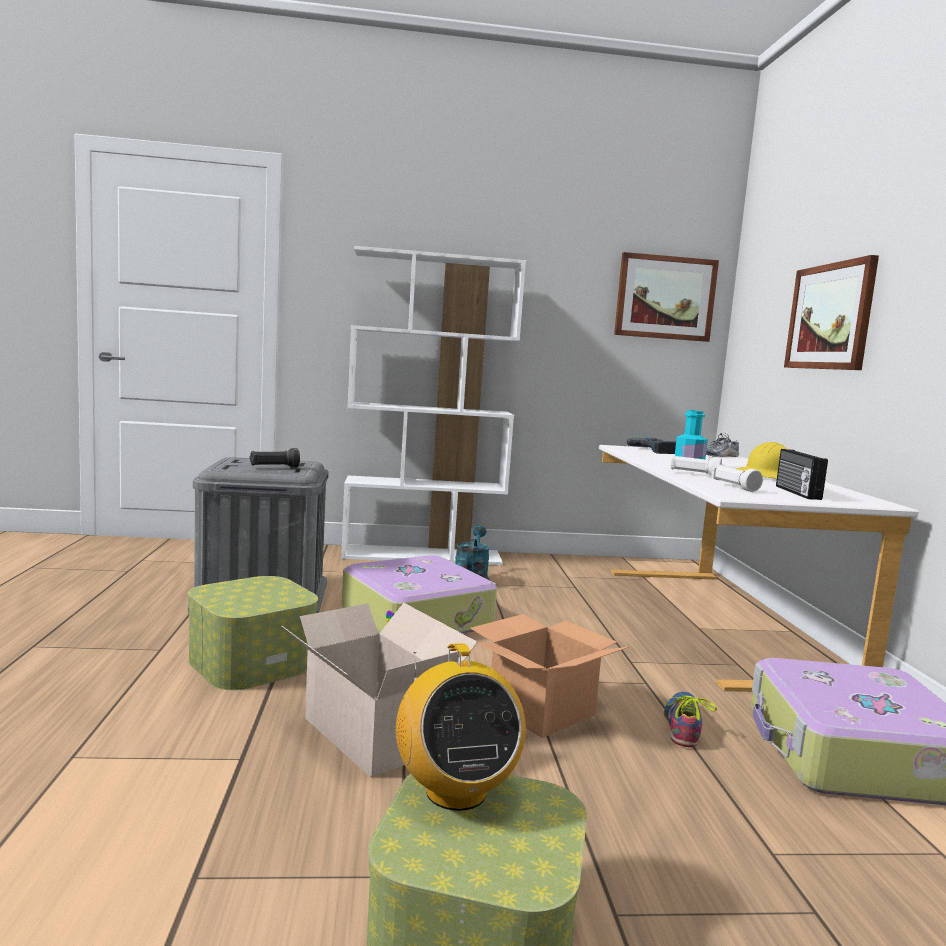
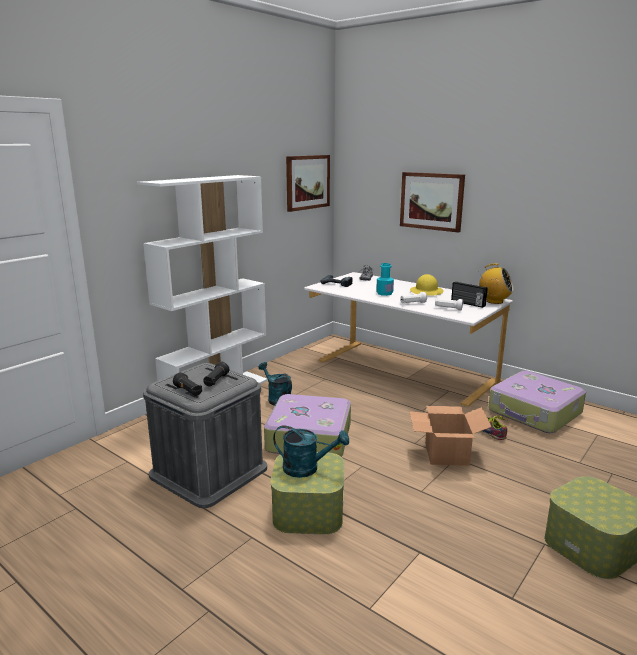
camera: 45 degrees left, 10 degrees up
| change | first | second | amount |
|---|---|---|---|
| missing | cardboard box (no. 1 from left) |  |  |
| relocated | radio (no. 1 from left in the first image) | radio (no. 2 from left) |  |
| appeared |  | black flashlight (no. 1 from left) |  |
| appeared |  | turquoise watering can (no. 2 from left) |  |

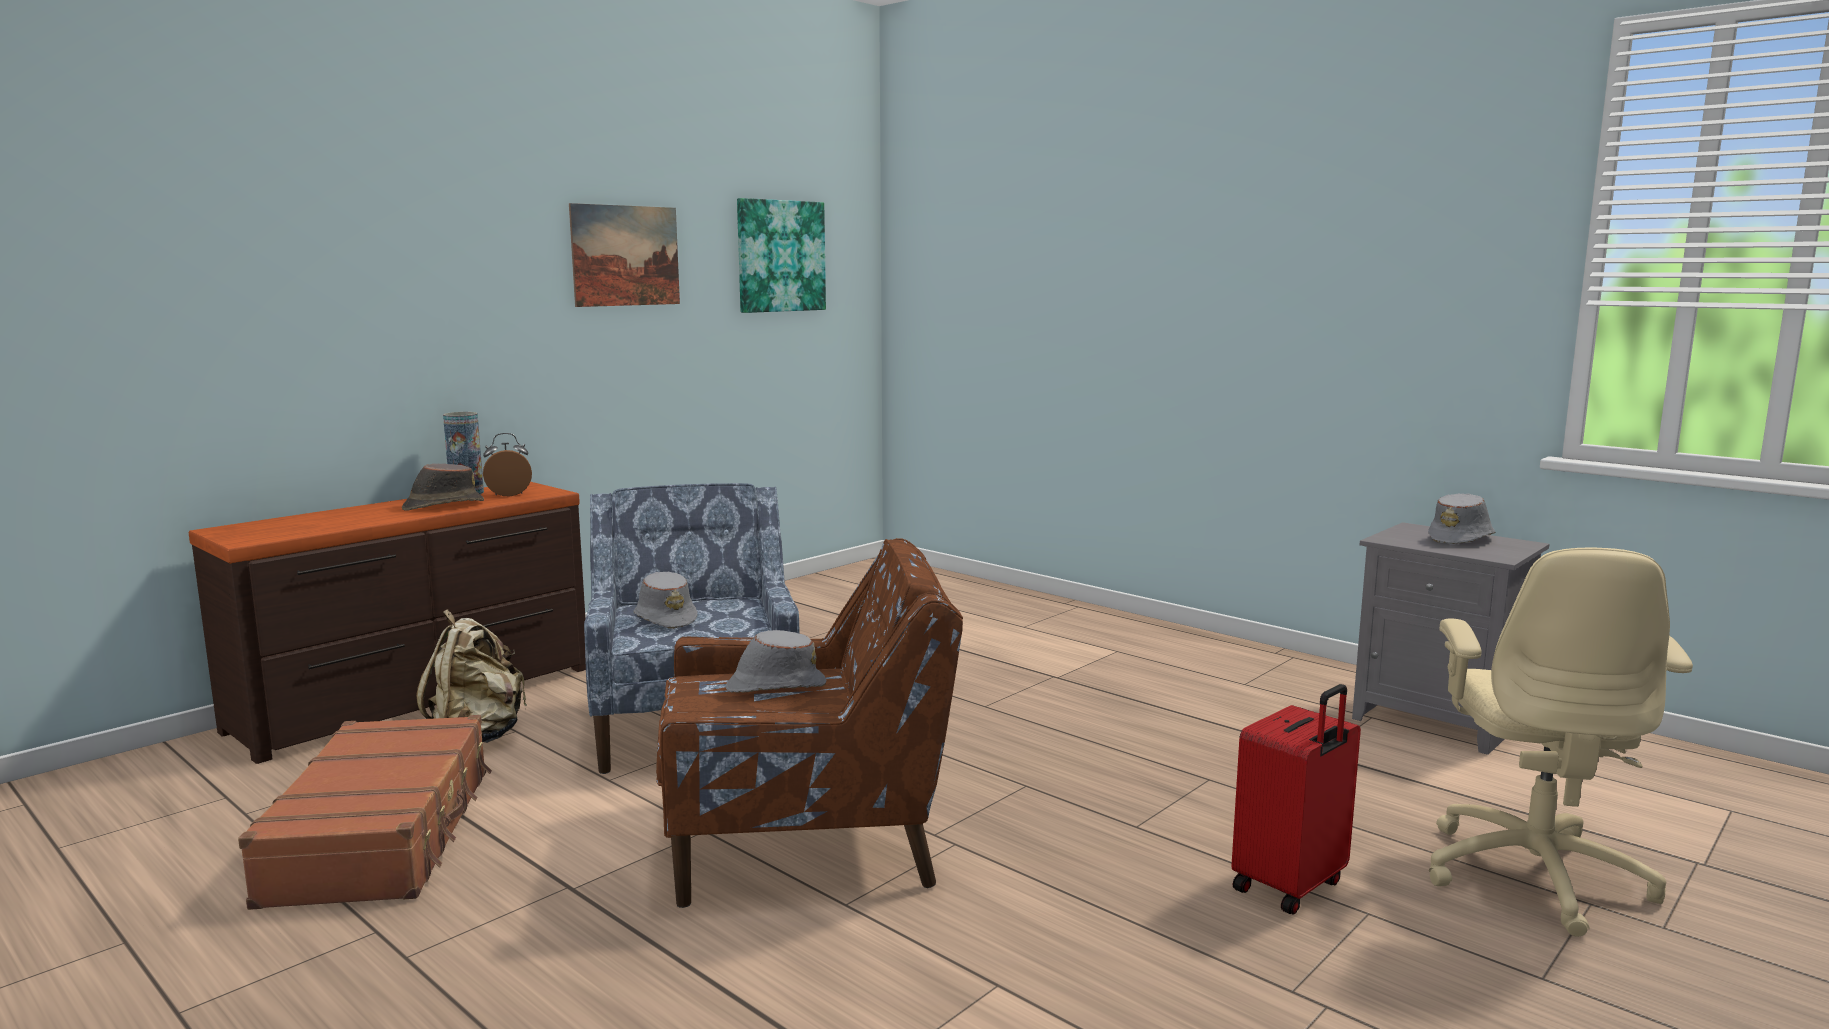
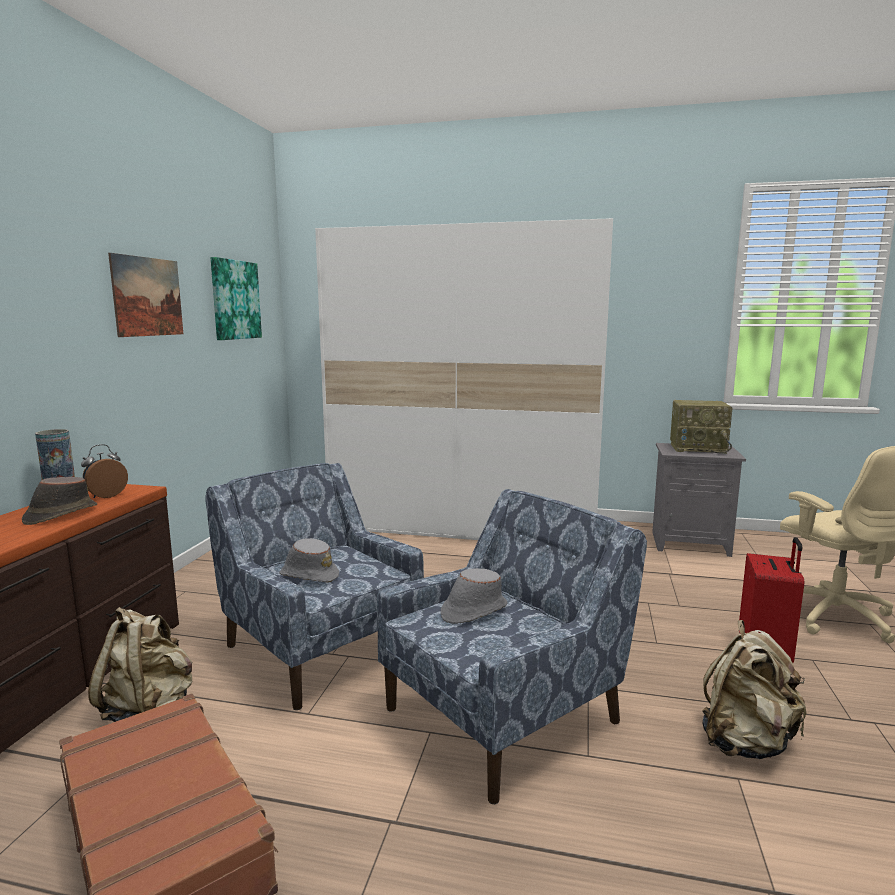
camera: 30 degrees left, 0 degrees up
| change | first | second | amount |
|---|---|---|---|
| exchanged | grey hat (no. 3 from left) | radio |  |
| colour | brown armchair | blue armchair (no. 2 from left) |  |
| appeared |  | white wardrobe |  |
| appeared |  | beige backpack (no. 2 from left) |  |

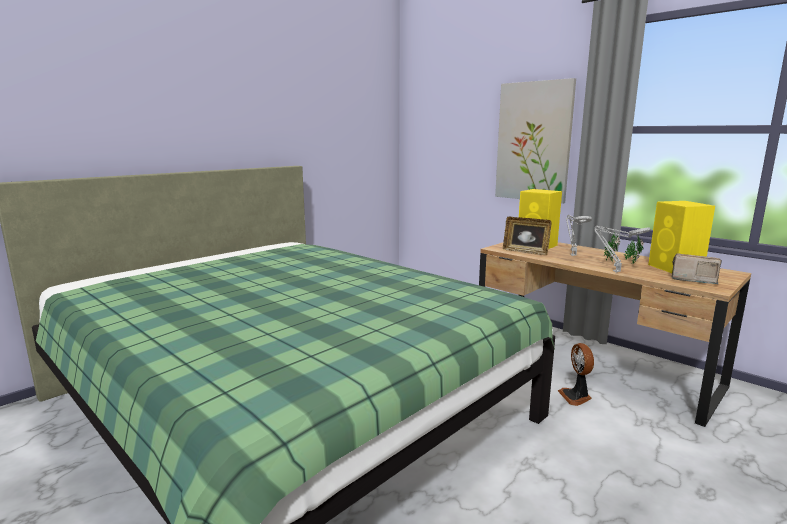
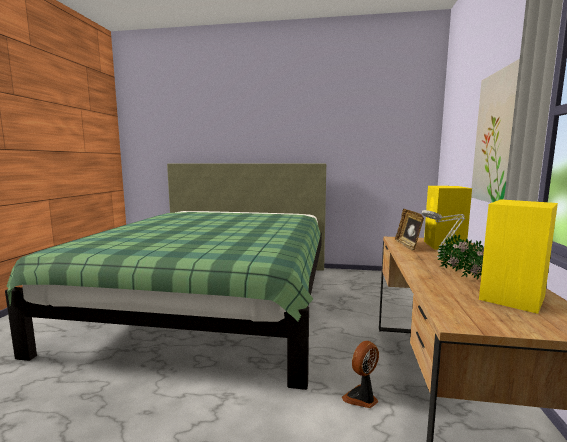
camera: 55 degrees right, 5 degrees down
| change | first | second | amount |
|---|---|---|---|
| missing | grey table lamp (no. 2 from left) |  |  |
| missing | radio |  |  |

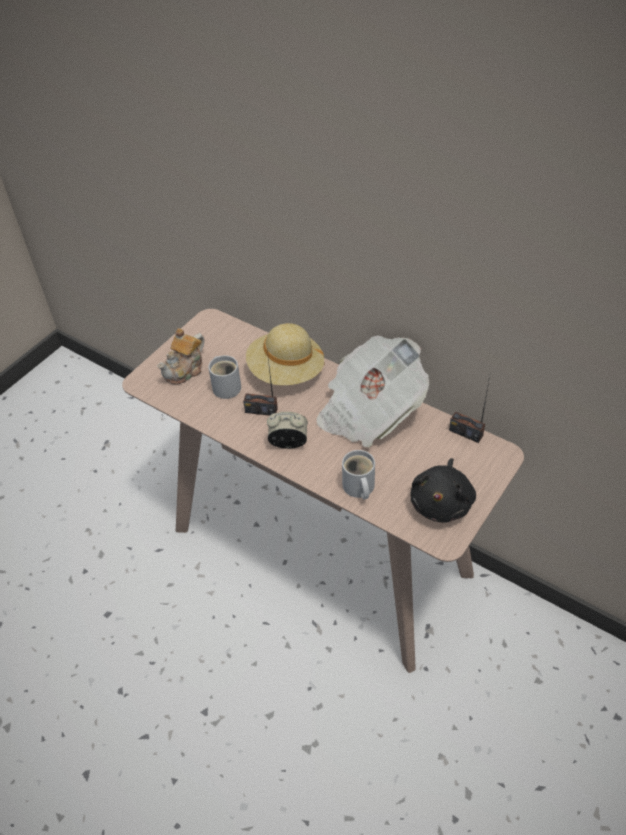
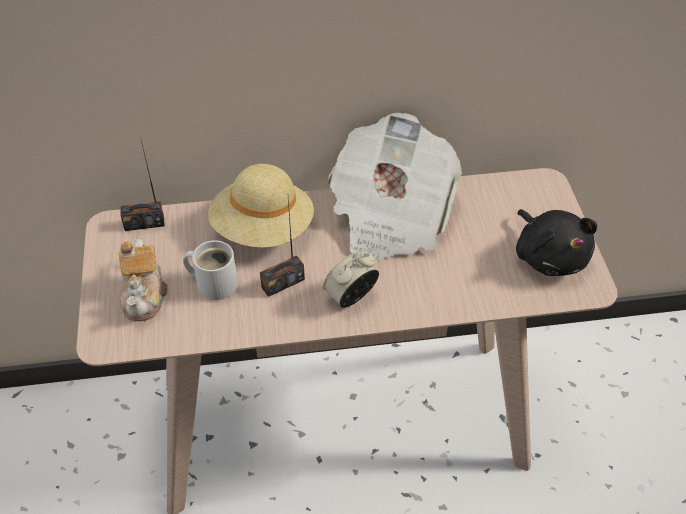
camera: 45 degrees left, 0 degrees up
| change | first | second | amount |
|---|---|---|---|
| relocated | radio (no. 2 from left in the first image) | radio (no. 1 from left) |  |
| missing | white mug (no. 2 from left) |  |  |

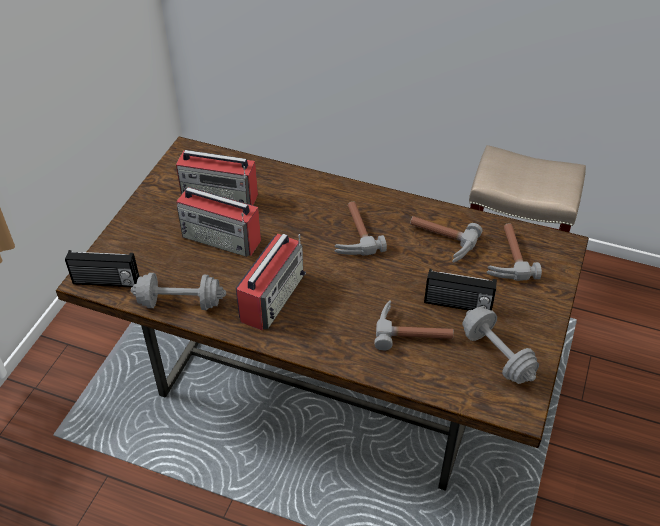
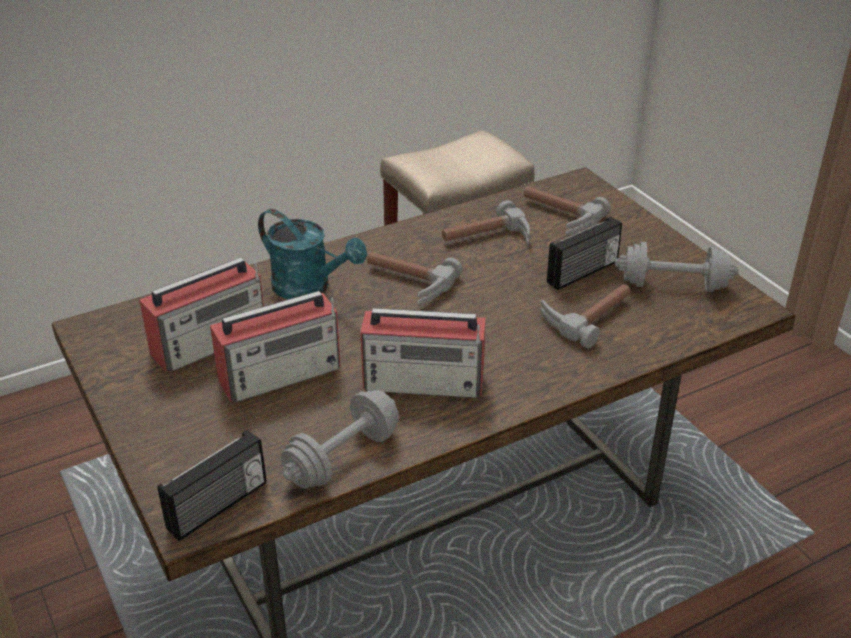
camera: 50 degrees left, 10 degrees down
| change | first | second | amount |
|---|---|---|---|
| spun | radio (no. 4 from left) |  | 120 degrees clockwise |
| appeared |  | turquoise watering can |  |

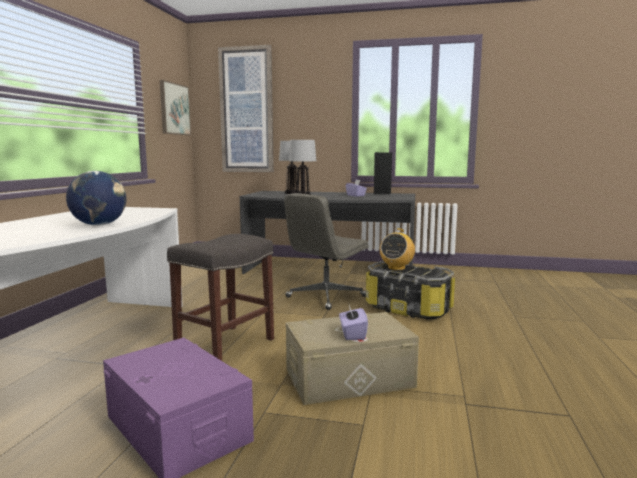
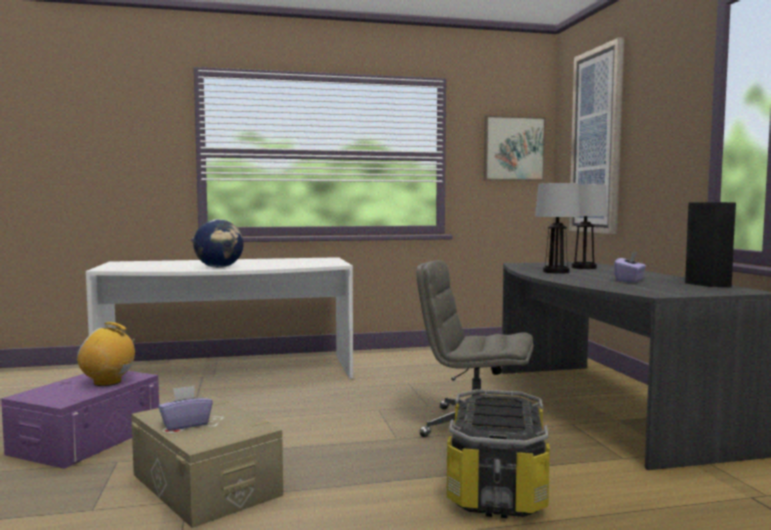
camera: 65 degrees right, 5 degrees down
| change | first | second | amount |
|---|---|---|---|
| relocated | radio |  |  |
| missing | grey stool |  |  |

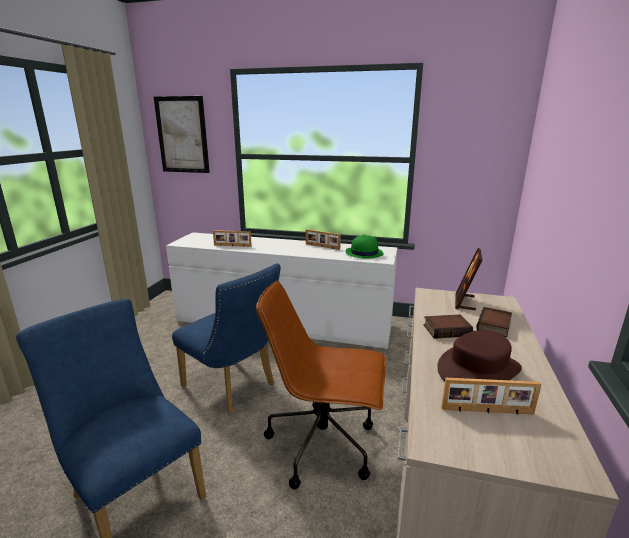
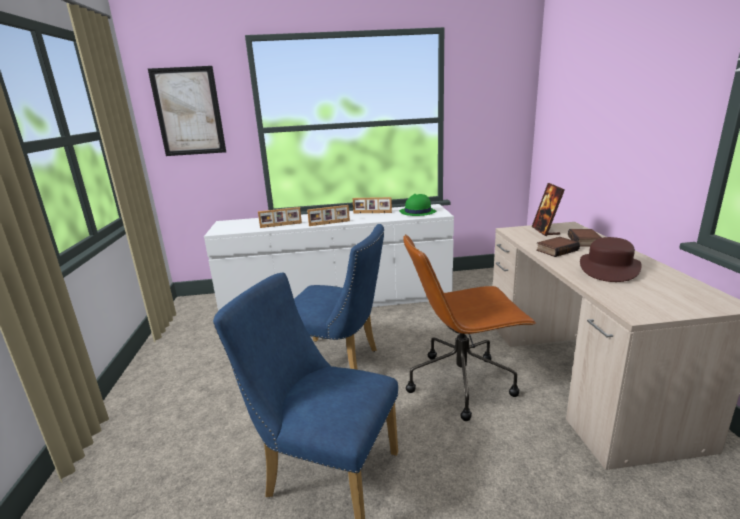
camera: 20 degrees left, 0 degrees up
| change | first | second | amount |
|---|---|---|---|
| relocated | picture frame (no. 4 from left in the first image) | picture frame (no. 2 from left) |  |

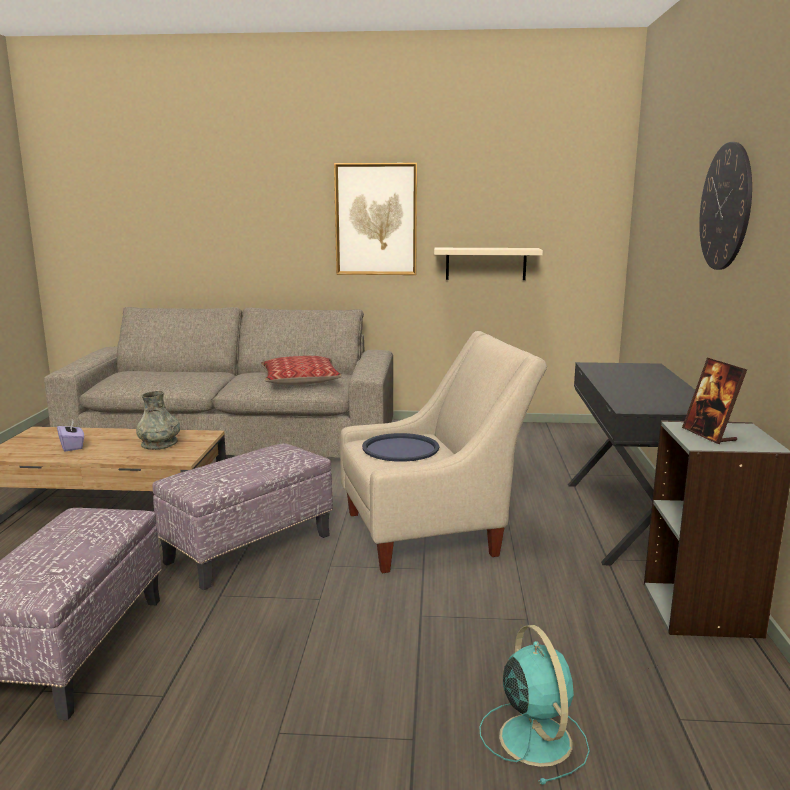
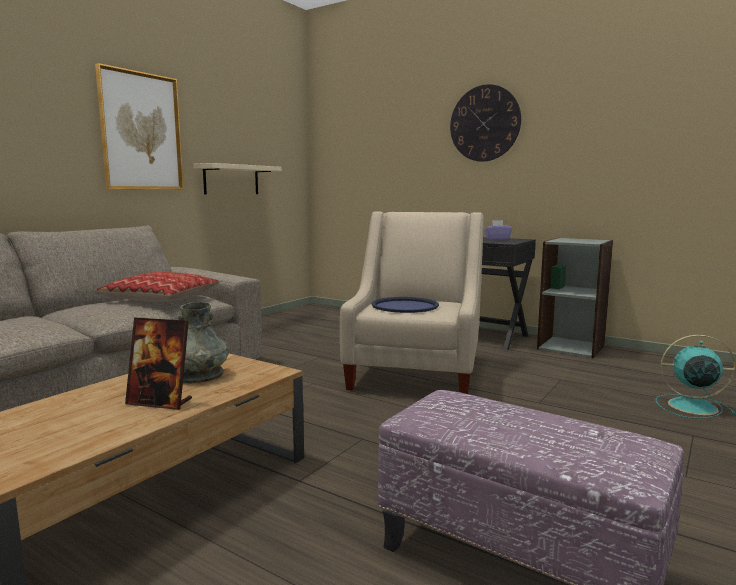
camera: 60 degrees left, 5 degrees down
| change | first | second | amount |
|---|---|---|---|
| relocated | picture frame |  |  |
| relocated | purple tissue box |  |  |
| missing | ottoman (no. 2 from left) |  |  |

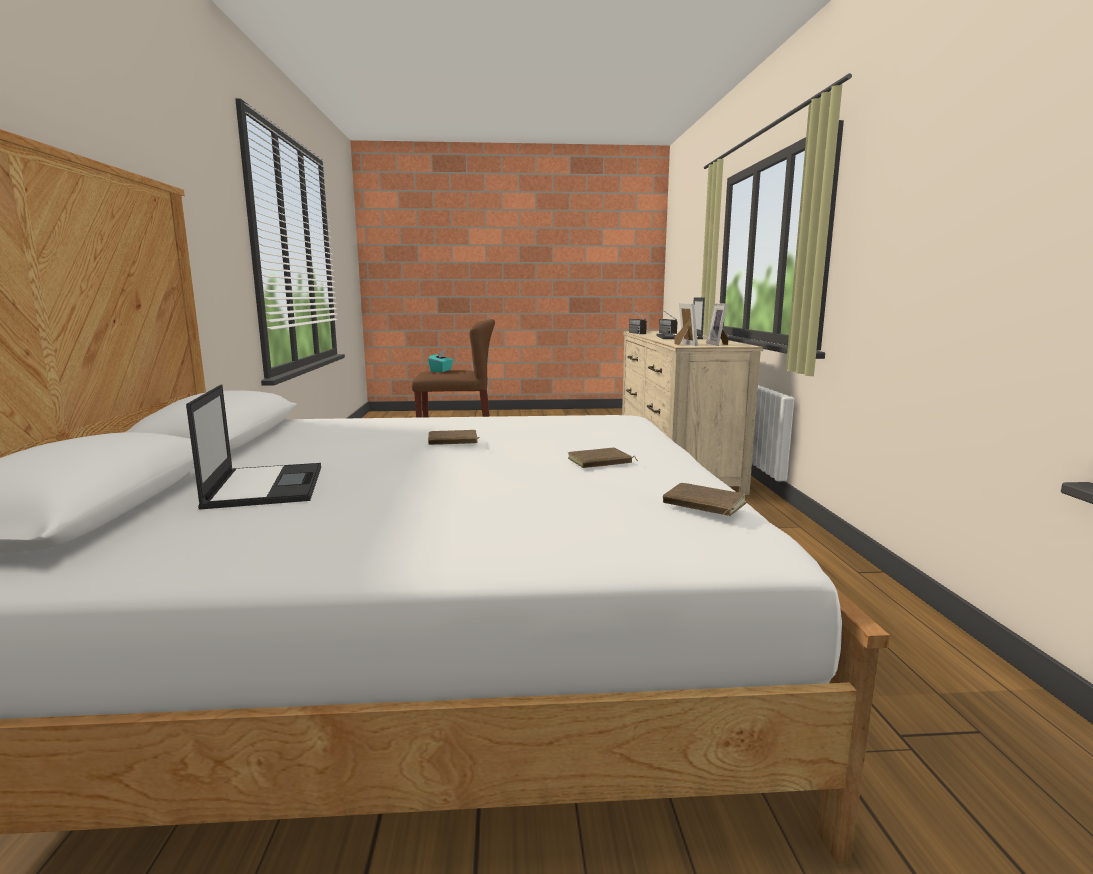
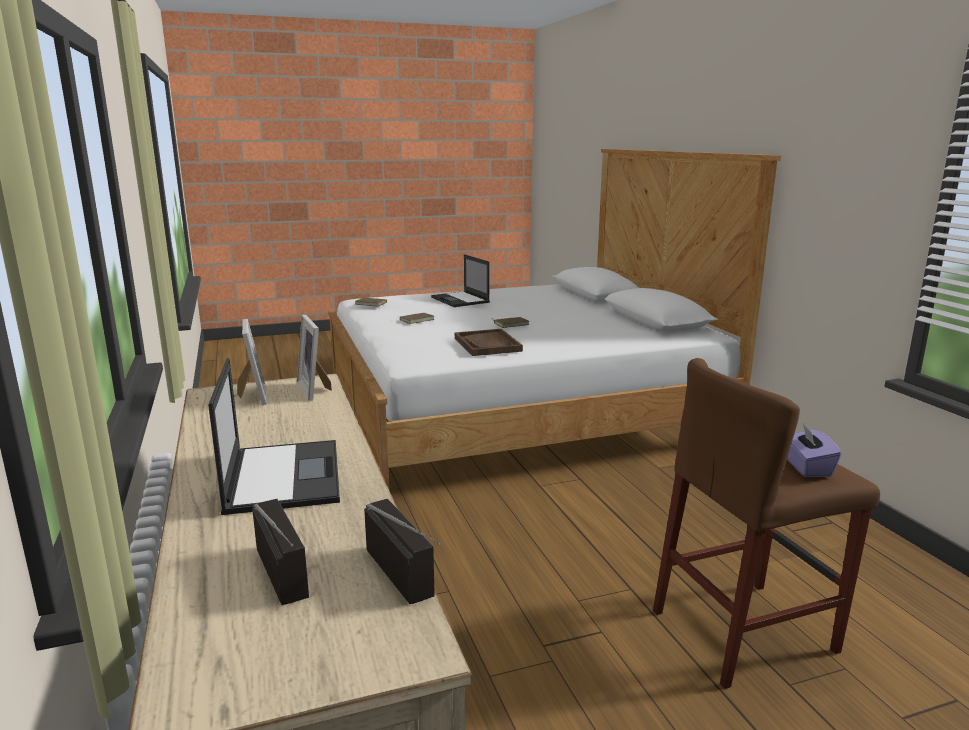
camera: 165 degrees right, 5 degrees up
| change | first | second | amount |
|---|---|---|---|
| colour | turquoise tissue box | purple tissue box |  |
| relocated | laptop (no. 1 from left in the first image) | laptop (no. 2 from left) |  |
| appeared |  | brown tray |  |

